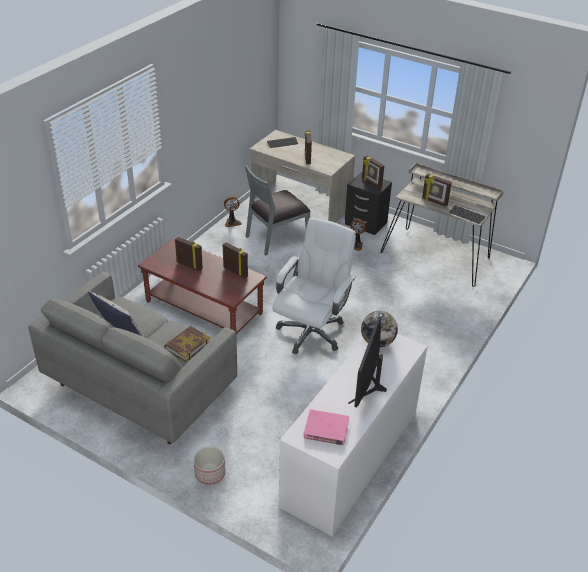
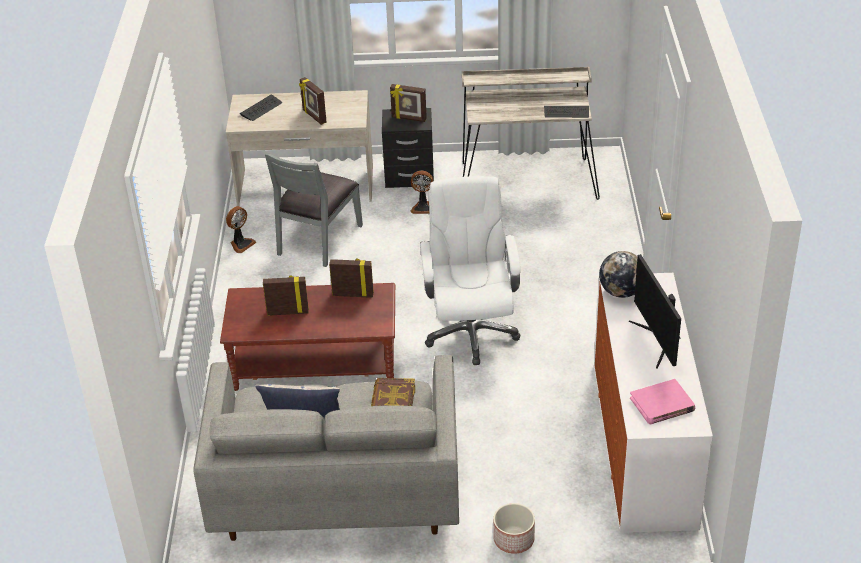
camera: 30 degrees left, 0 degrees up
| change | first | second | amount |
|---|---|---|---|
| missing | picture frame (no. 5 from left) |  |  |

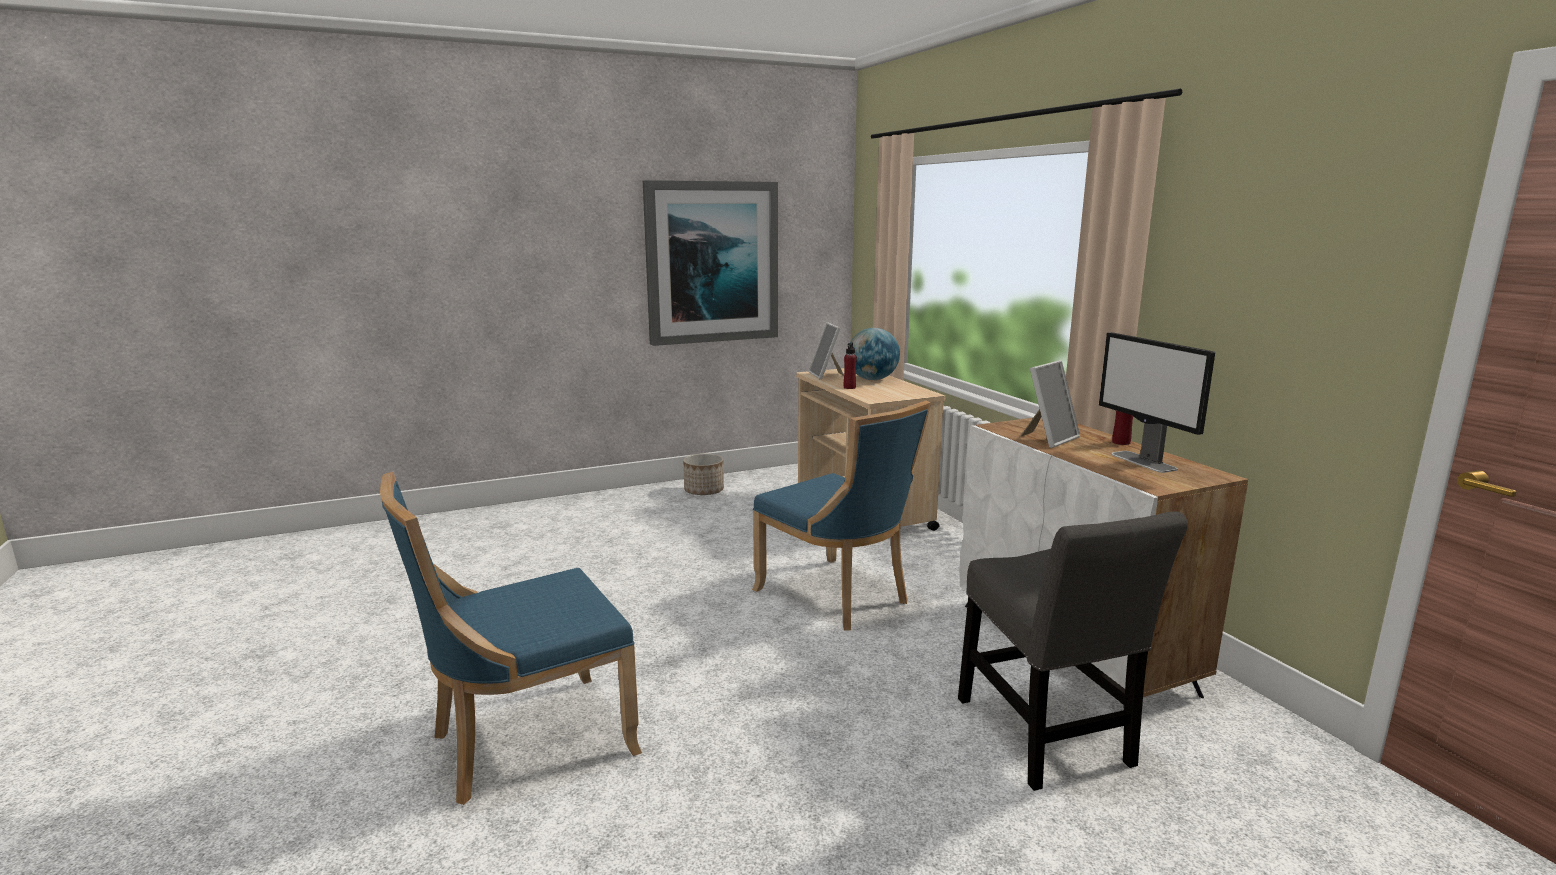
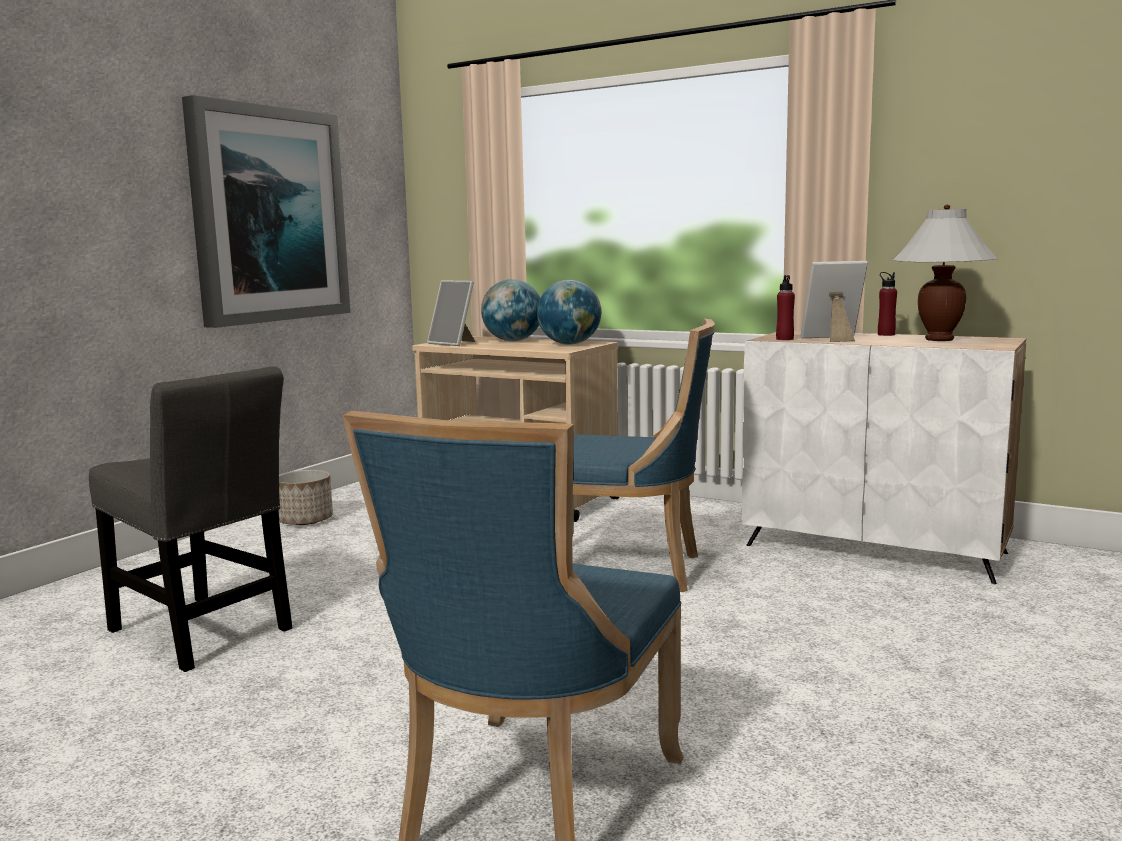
camera: 35 degrees left, 5 degrees down
| change | first | second | amount |
|---|---|---|---|
| exchanged | monitor | white table lamp |  |
| relocated | red bottle (no. 1 from left) |  |  |
| spun | picture frame (no. 2 from left) |  | 105 degrees counterclockwise |
| relocated | grey chair |  |  |
| appeared |  | globe (no. 2 from left) |  |

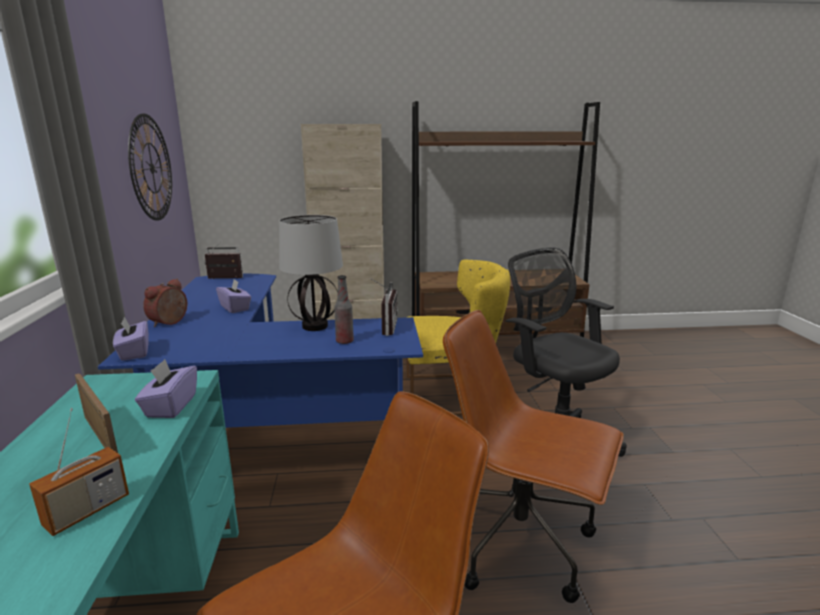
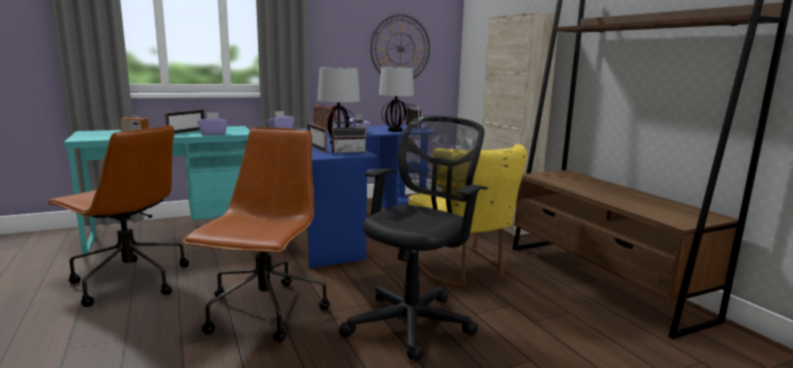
camera: 70 degrees right, 5 degrees down
| change | first | second | amount |
|---|---|---|---|
| exchanged | bottle | picture frame (no. 2 from left) |  |
| appeared |  | table lamp (no. 2 from left) |  |

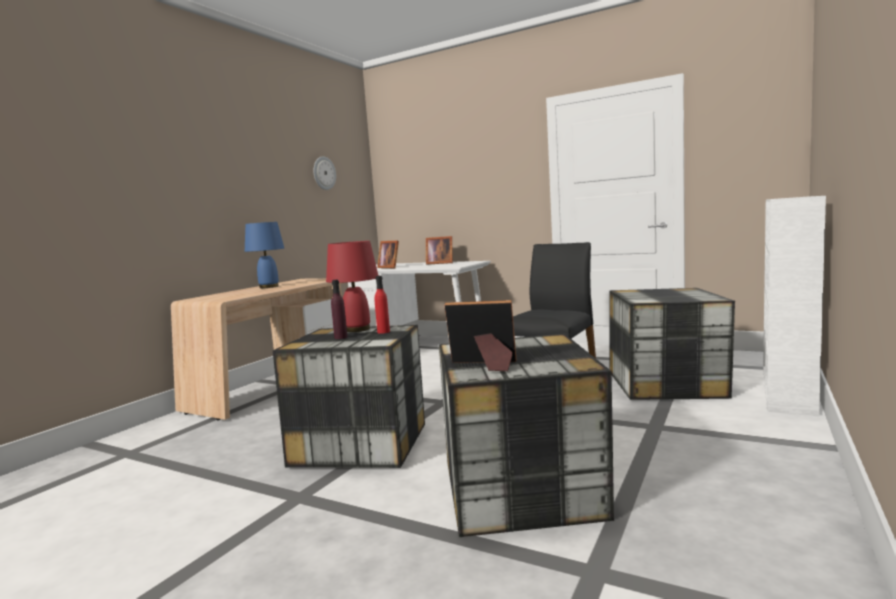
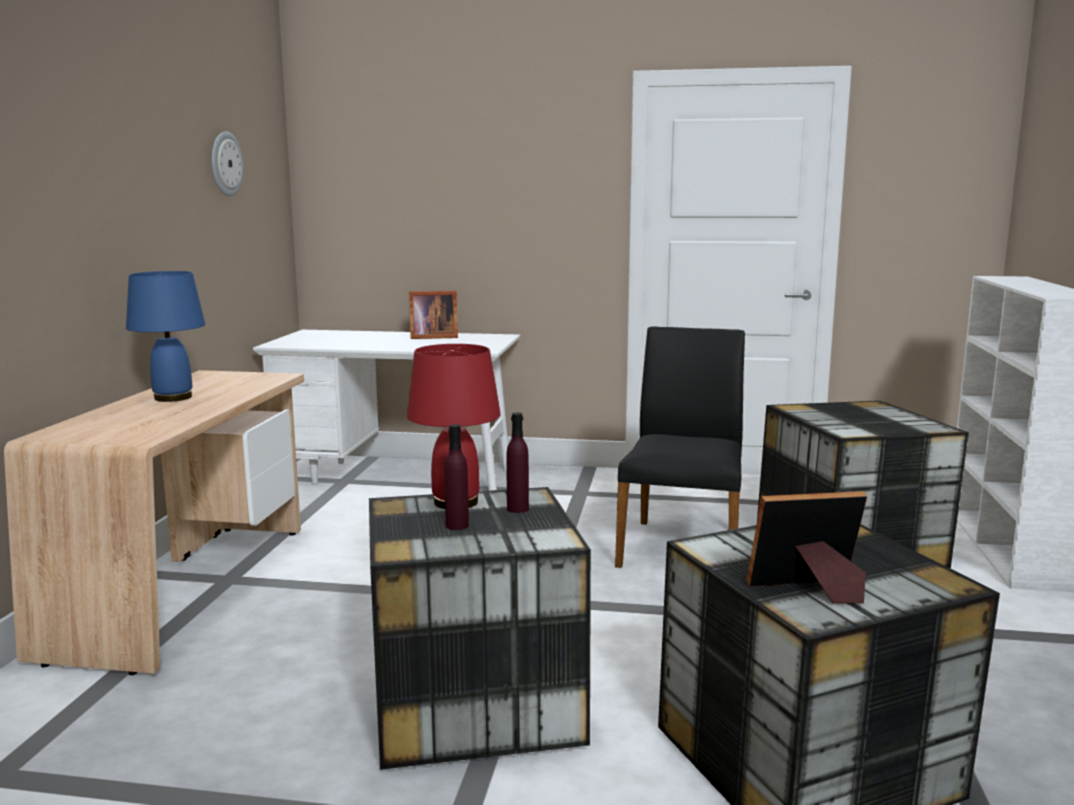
camera: 20 degrees left, 5 degrees up
| change | first | second | amount |
|---|---|---|---|
| missing | picture frame (no. 1 from left) |  |  |
| colour | red bottle | purple bottle (no. 2 from left) |  |

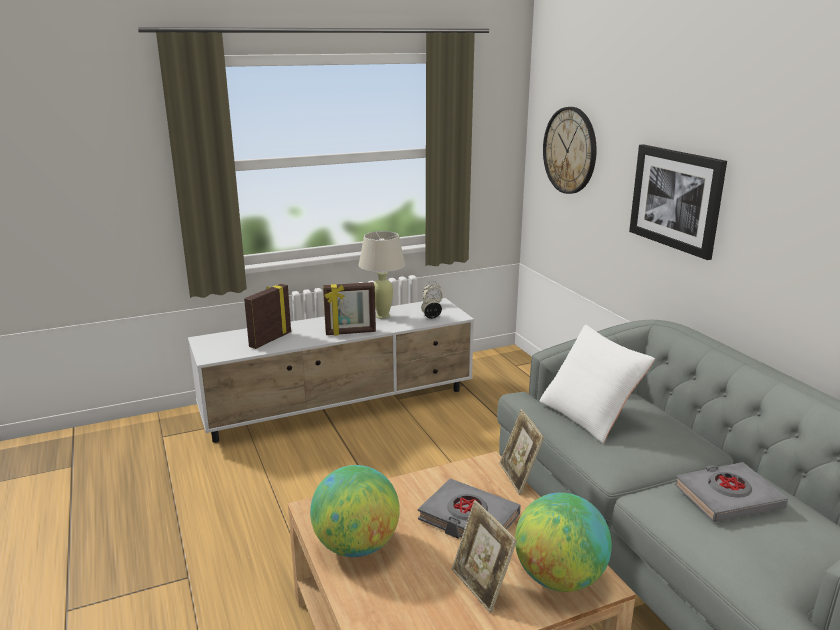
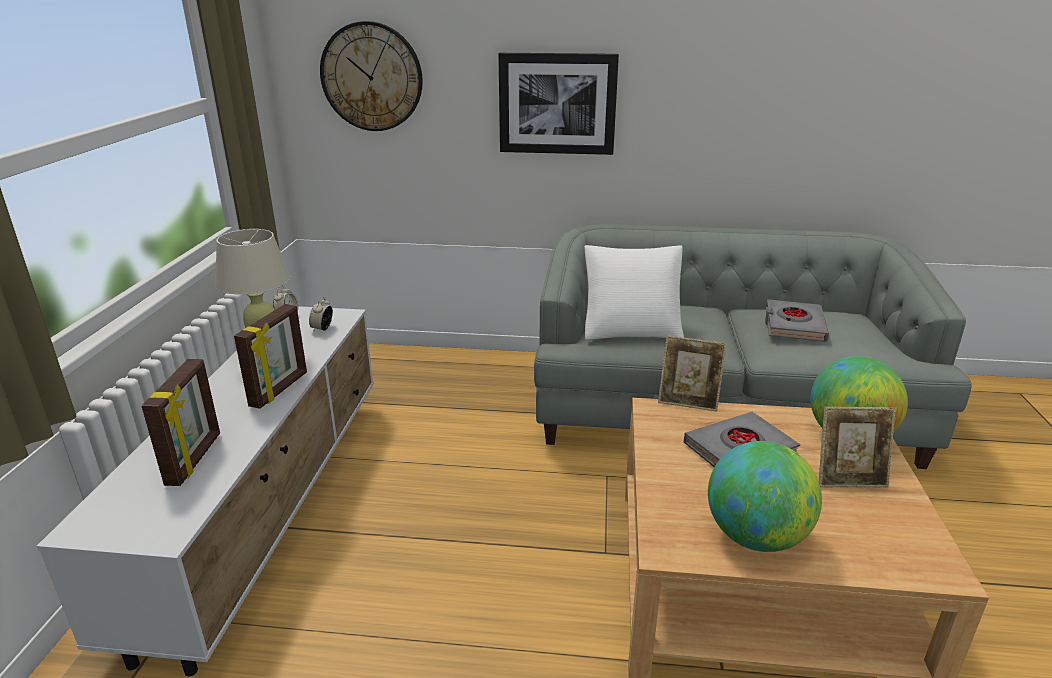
camera: 60 degrees left, 5 degrees up
| change | first | second | amount |
|---|---|---|---|
| spun | picture frame (no. 1 from left) |  | 150 degrees counterclockwise |

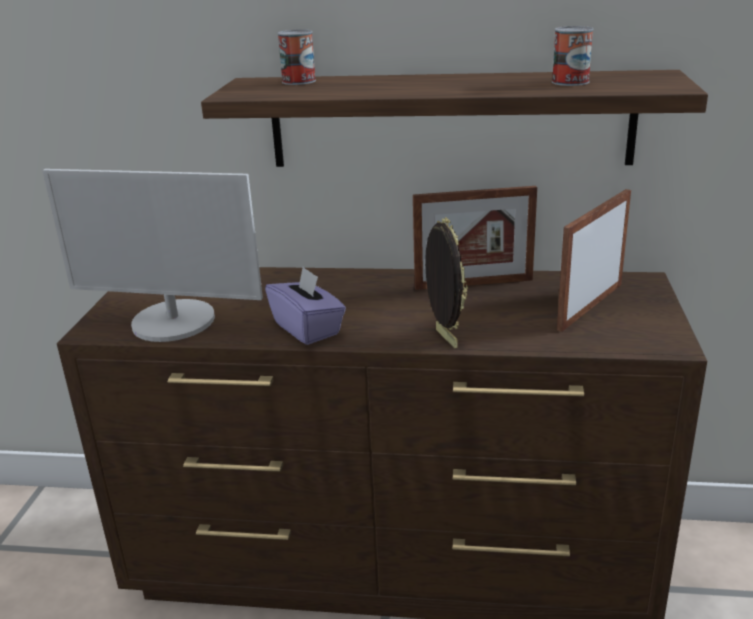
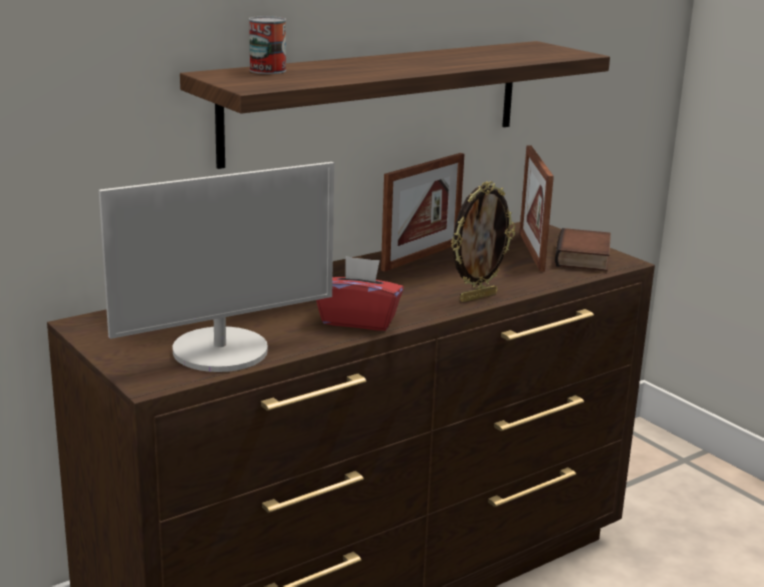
camera: 45 degrees left, 5 degrees down
| change | first | second | amount |
|---|---|---|---|
| missing | can (no. 2 from left) |  |  |
| spun | picture frame (no. 1 from left in the first image) | picture frame (no. 2 from left) | 120 degrees clockwise |
| colour | purple tissue box | red tissue box |  |
| appeared |  | book |  |

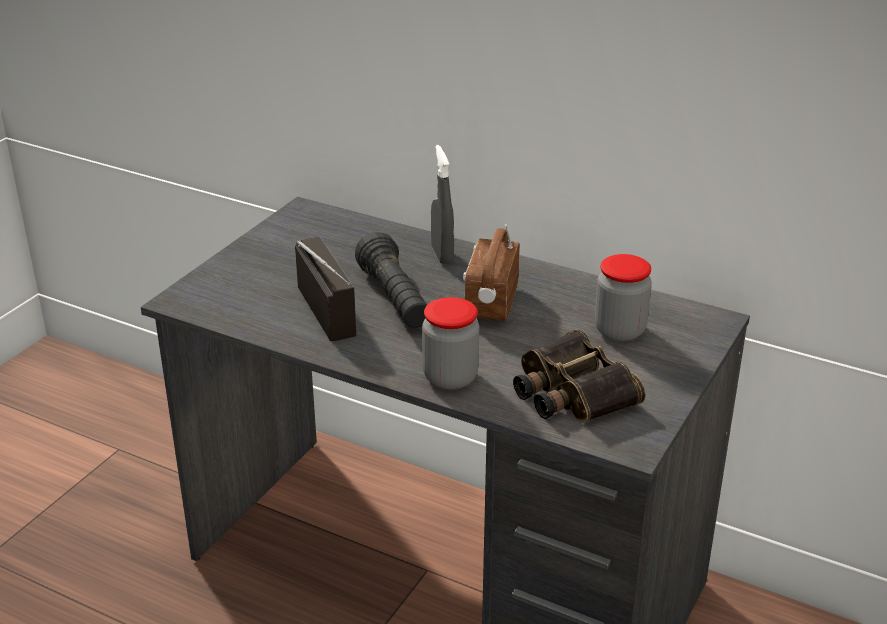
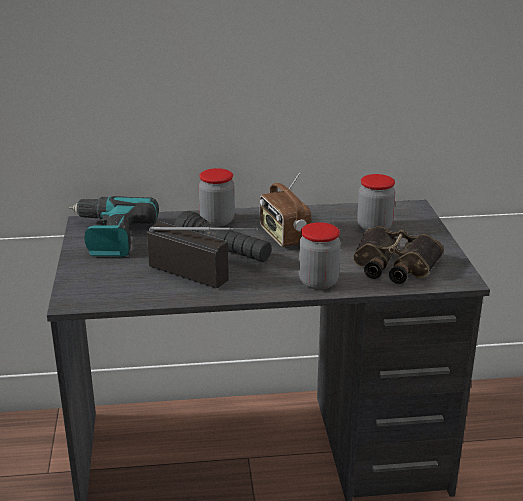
camera: 35 degrees left, 5 degrees down
| change | first | second | amount |
|---|---|---|---|
| exchanged | grey spray bottle | jar (no. 1 from left) |  |
| appeared |  | power drill |  |

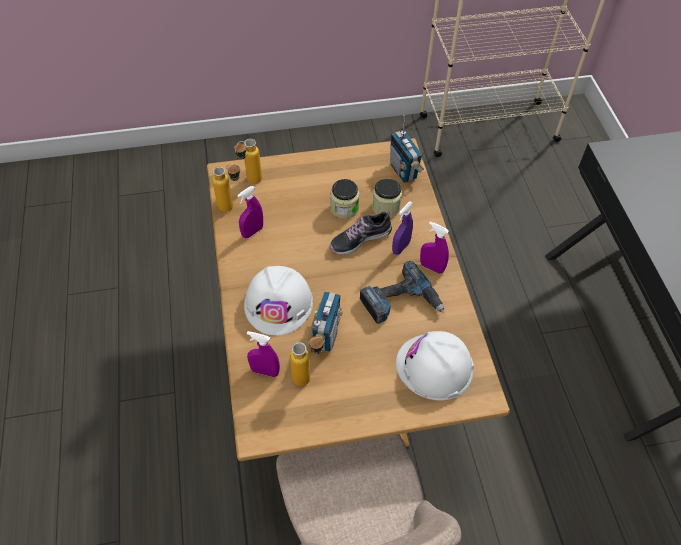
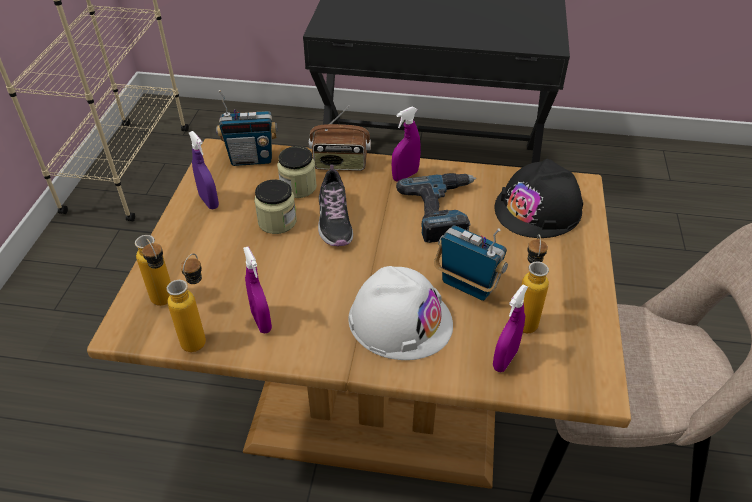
camera: 70 degrees left, 10 degrees down
| change | first | second | amount |
|---|---|---|---|
| relocated | purple spray bottle (no. 3 from left in the first image) | purple spray bottle (no. 1 from left) |  |
| colour | white hard hat (no. 2 from left) | black hard hat |  |
| appeared |  | radio (no. 2 from left) |  |

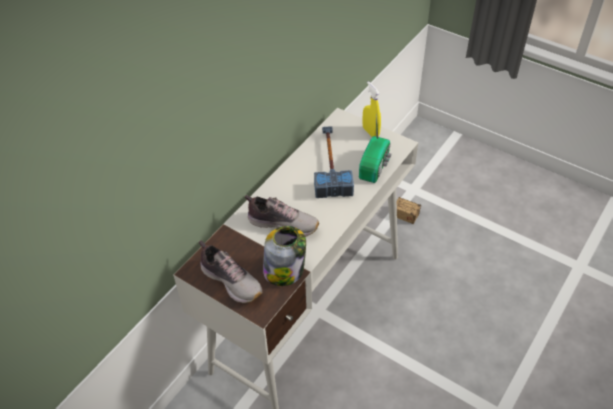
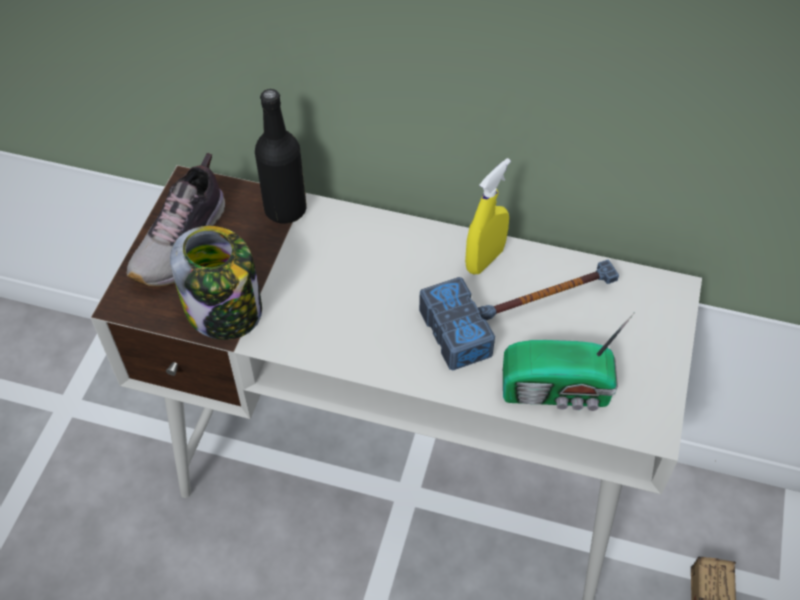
camera: 70 degrees right, 5 degrees up
| change | first | second | amount |
|---|---|---|---|
| relocated | yellow spray bottle |  |  |
| missing | shoe (no. 2 from left) |  |  |
| appeared |  | black bottle |  |

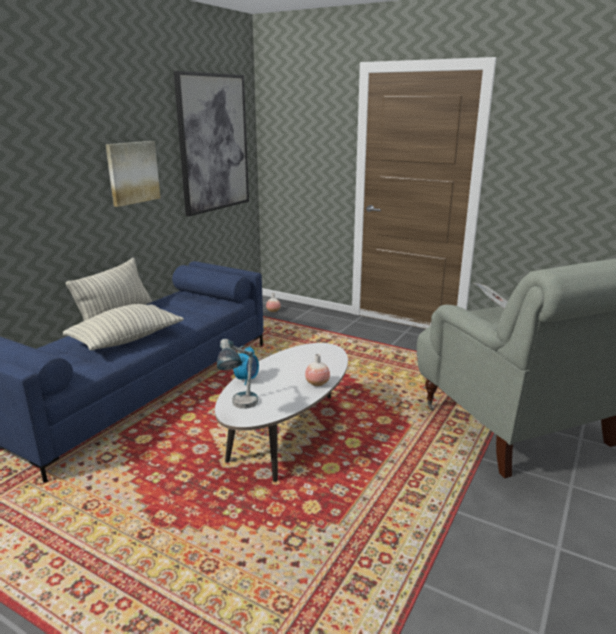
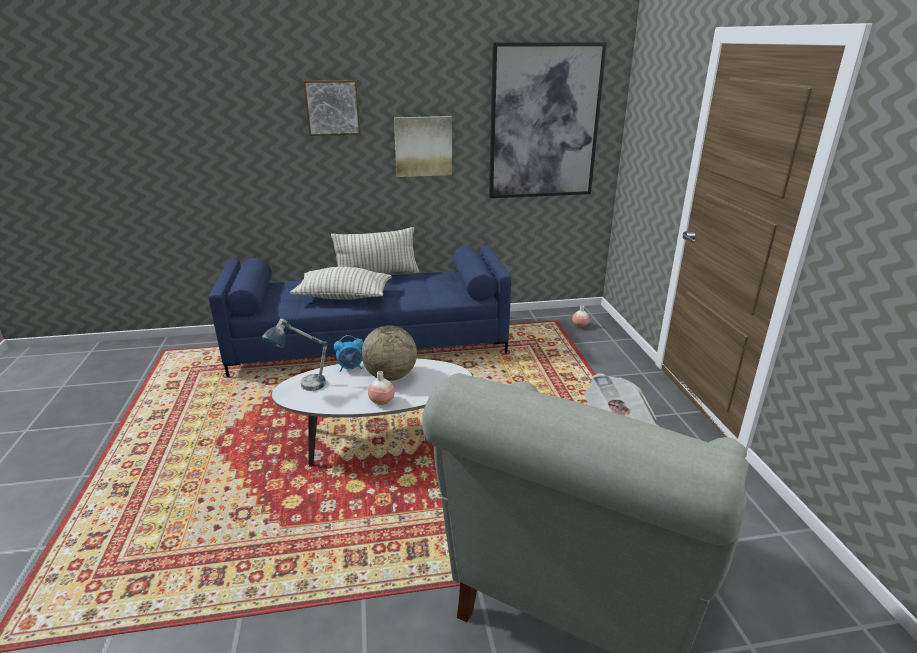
camera: 50 degrees right, 5 degrees up
| change | first | second | amount |
|---|---|---|---|
| appeared |  | picture (no. 1 from left) |  |
| appeared |  | globe |  |

